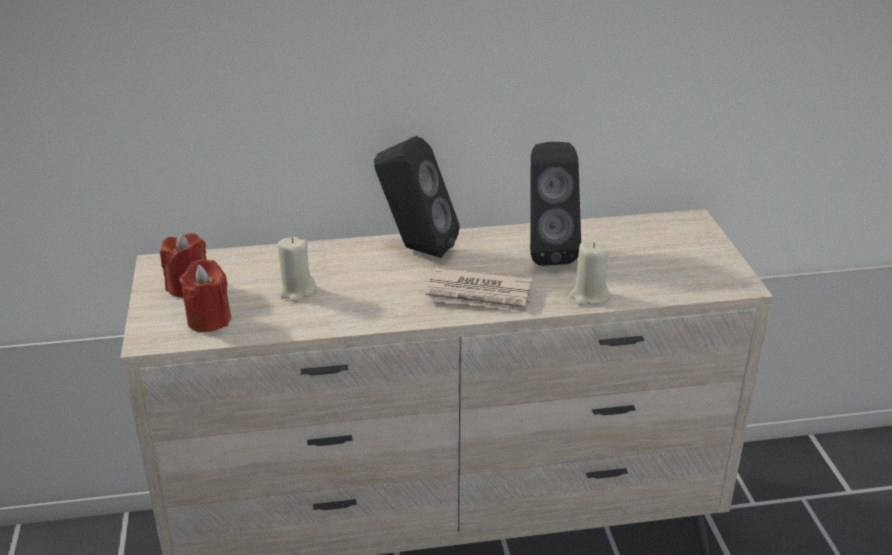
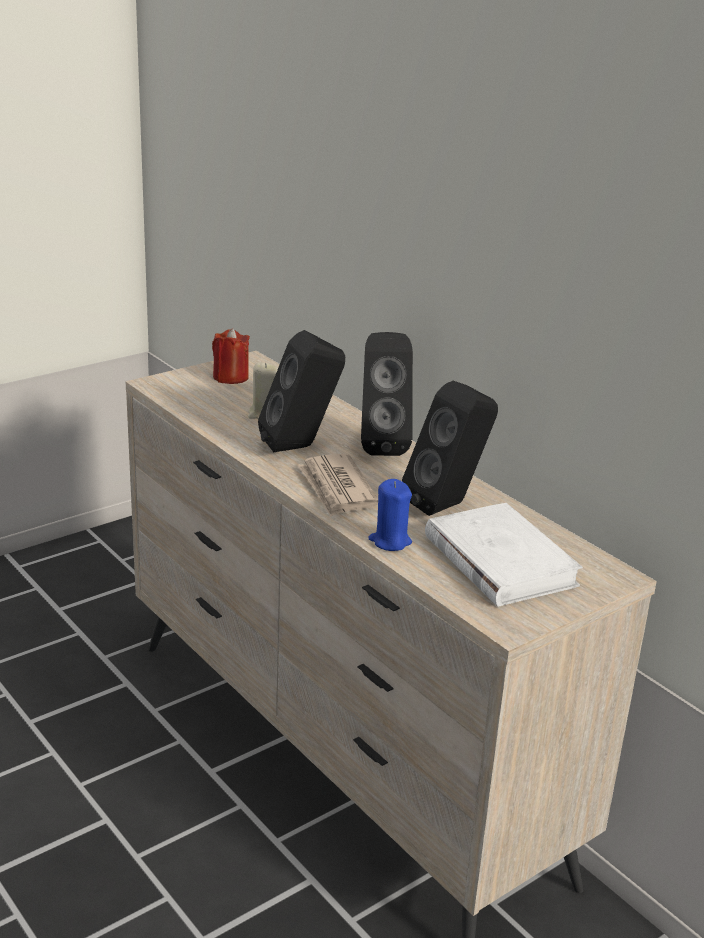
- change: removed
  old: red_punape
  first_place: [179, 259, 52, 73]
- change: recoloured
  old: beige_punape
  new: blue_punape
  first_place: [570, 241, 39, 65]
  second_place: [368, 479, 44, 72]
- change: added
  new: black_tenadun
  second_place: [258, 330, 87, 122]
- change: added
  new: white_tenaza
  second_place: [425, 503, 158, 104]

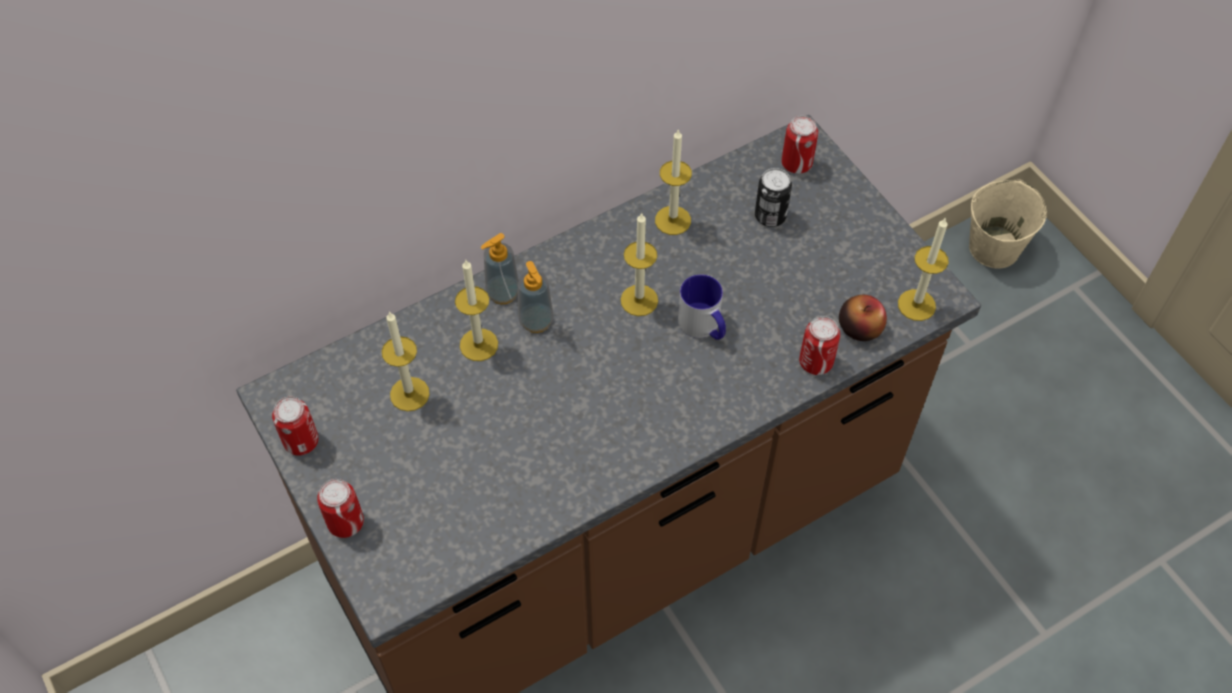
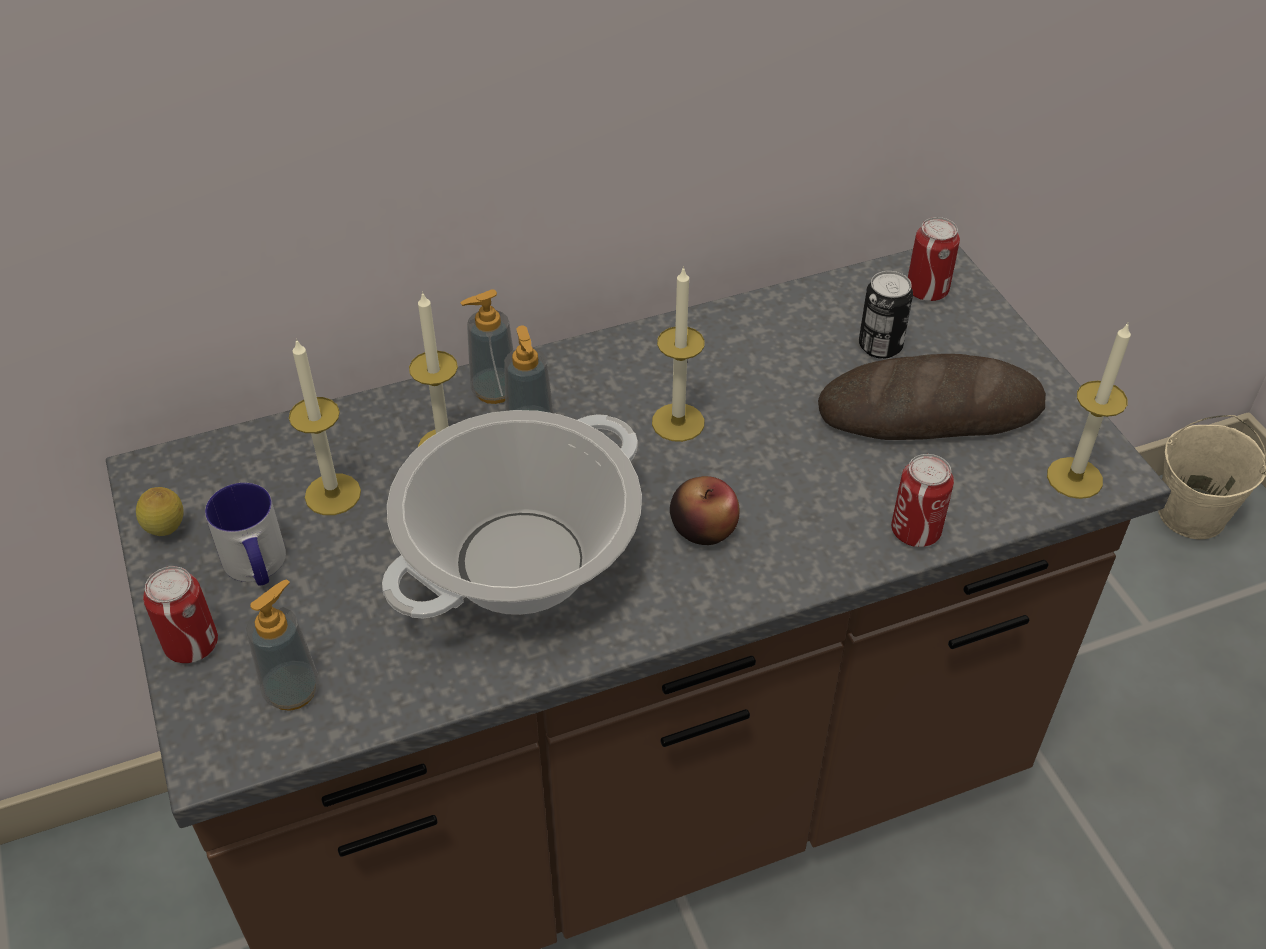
- change: replaced
  old: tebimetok
  new: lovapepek
  first_place: [272, 397, 47, 58]
  second_place: [136, 487, 48, 49]
- change: removed
  old: punape
  first_place: [655, 130, 37, 105]
- change: moved
  old: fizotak
  first_place: [678, 274, 48, 66]
  second_place: [205, 483, 81, 103]
- change: moved
  old: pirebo
  first_place: [839, 295, 48, 46]
  second_place: [670, 476, 70, 69]
- change: added
  new: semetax
  second_place: [246, 579, 74, 132]
- change: added
  new: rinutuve
  second_place: [382, 410, 260, 208]
- change: added
  new: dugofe
  second_place: [818, 354, 228, 86]

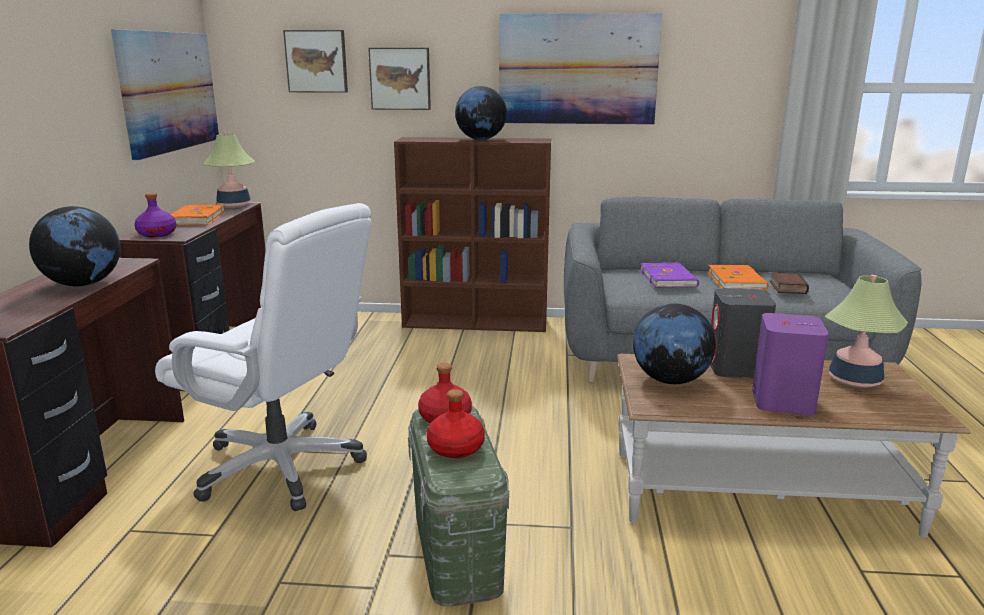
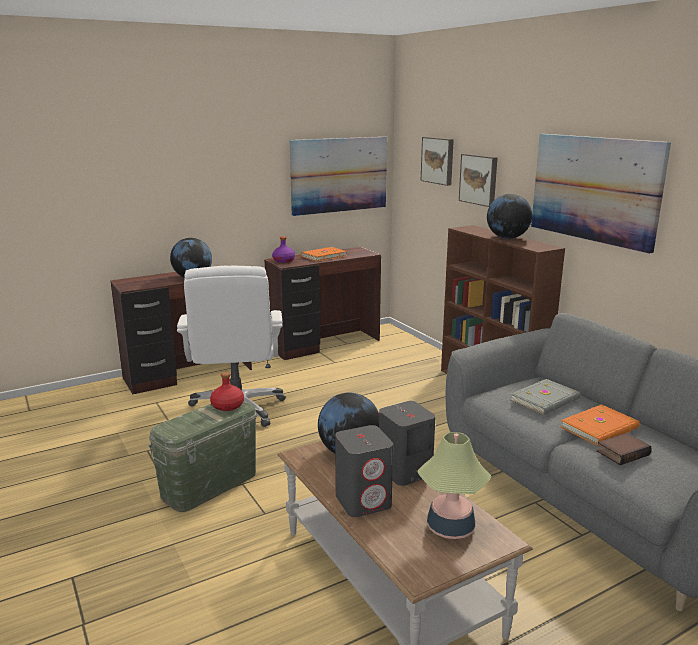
- change: removed
  old: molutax
  first_place: [203, 132, 52, 76]
- change: removed
  old: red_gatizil
  first_place: [427, 389, 58, 69]
- change: recoloured
  old: purple_tenaza
  new: grey_tenaza
  first_place: [640, 262, 59, 26]
  second_place: [510, 379, 71, 36]
- change: recoloured
  old: purple_tenadun
  new: grey_tenadun
  first_place: [752, 313, 77, 102]
  second_place: [335, 425, 58, 92]

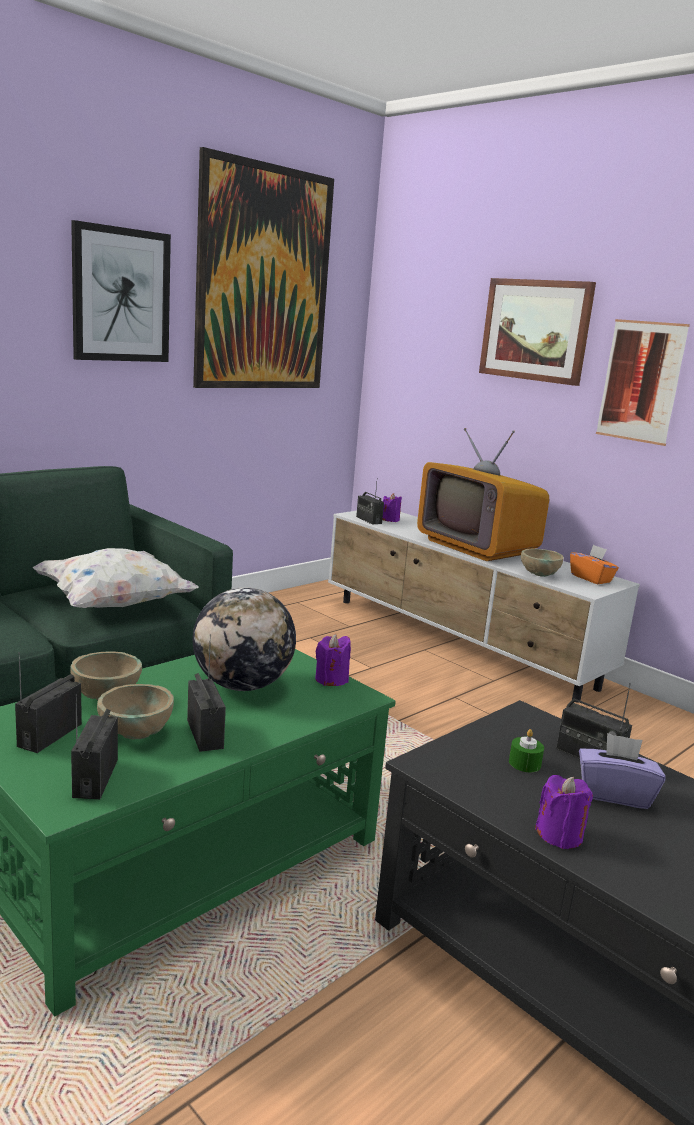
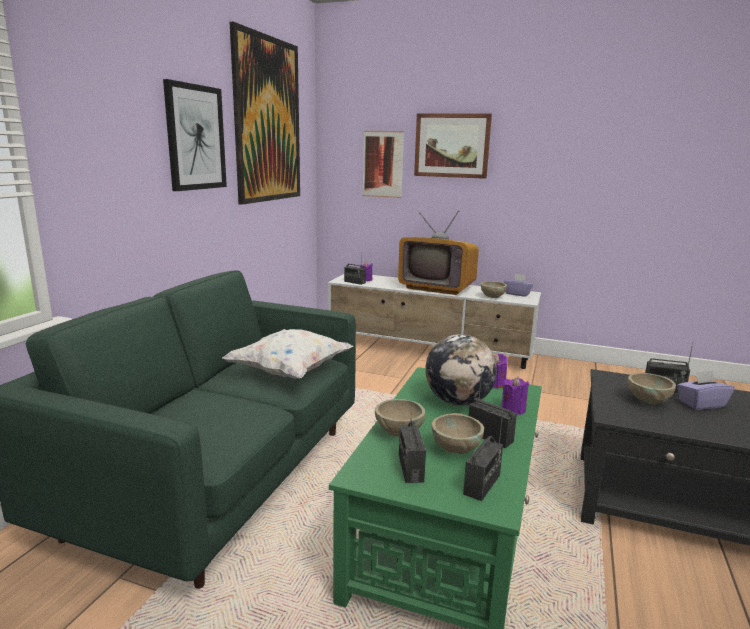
- change: turned
  old: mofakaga
  first_place: [71, 694, 47, 105]
  second_place: [463, 409, 40, 92]
  degrees: -120
- change: replaced
  old: green_punape
  new: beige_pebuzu
  first_place: [509, 729, 35, 43]
  second_place: [627, 373, 49, 31]
- change: moved
  old: purple_punape
  first_place: [535, 775, 58, 74]
  second_place: [501, 377, 28, 38]
- change: recoloured
  old: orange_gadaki
  new: purple_gadaki
  first_place: [570, 544, 49, 40]
  second_place: [504, 274, 29, 23]
- change: moved
  old: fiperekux
  first_place: [596, 319, 94, 127]
  second_place: [363, 131, 41, 67]

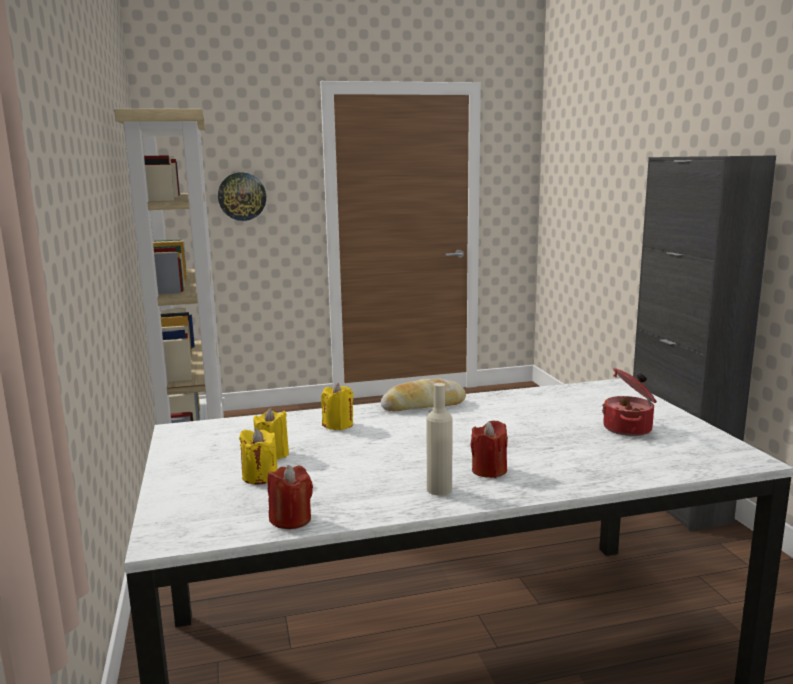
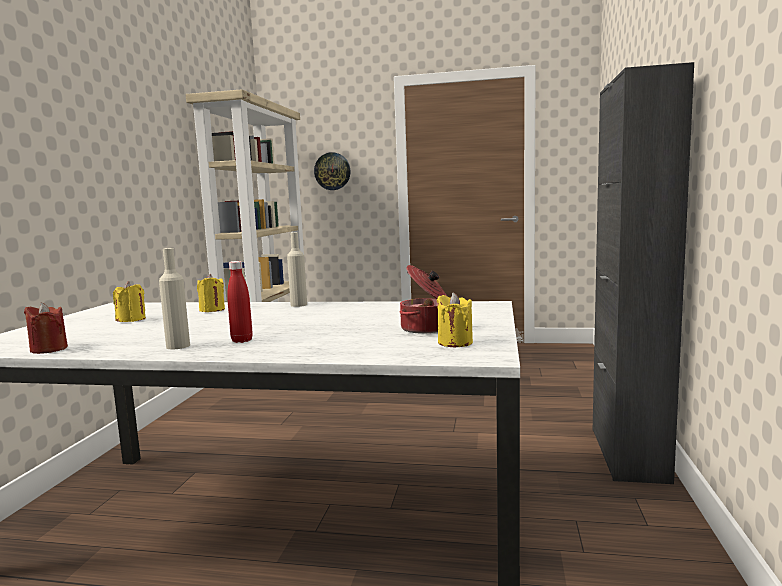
- change: moved
  old: yellow_punape
  first_place: [239, 428, 39, 57]
  second_place: [437, 293, 36, 54]
- change: replaced
  old: dugofe
  new: beige_gatizil
  first_place: [381, 379, 85, 32]
  second_place: [287, 232, 20, 75]
- change: replaced
  old: red_punape
  new: red_gatizil
  first_place: [470, 421, 38, 57]
  second_place: [227, 261, 26, 82]

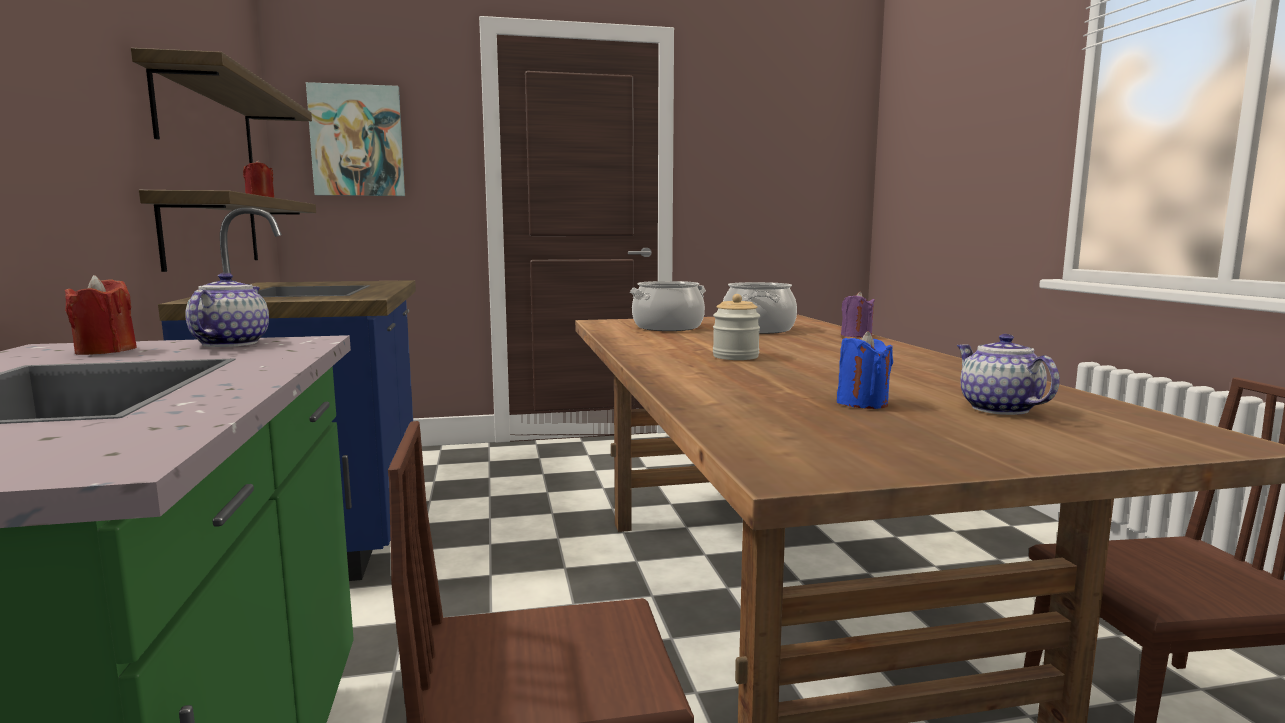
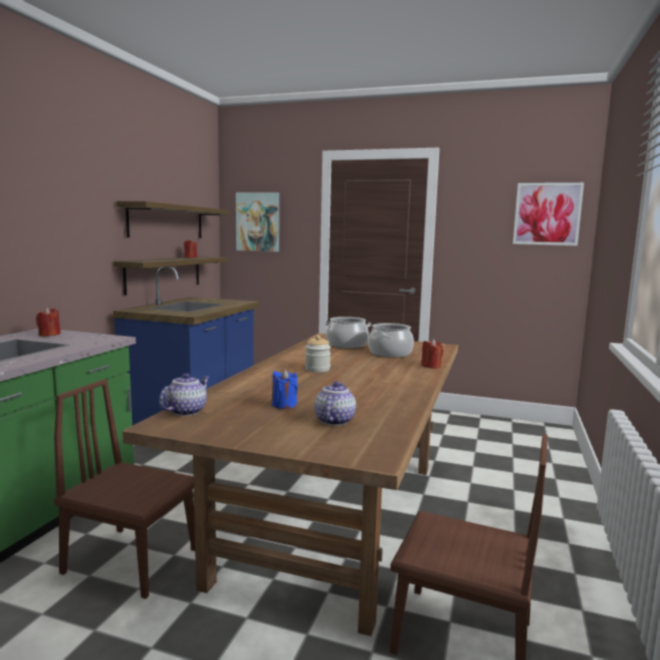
- change: moved
  old: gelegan
  first_place: [185, 273, 84, 74]
  second_place: [159, 373, 50, 43]
- change: recoloured
  old: purple_punape
  new: red_punape
  first_place: [841, 291, 34, 47]
  second_place: [421, 339, 22, 29]
- change: added
  new: fiperekux
  second_place: [513, 183, 71, 63]

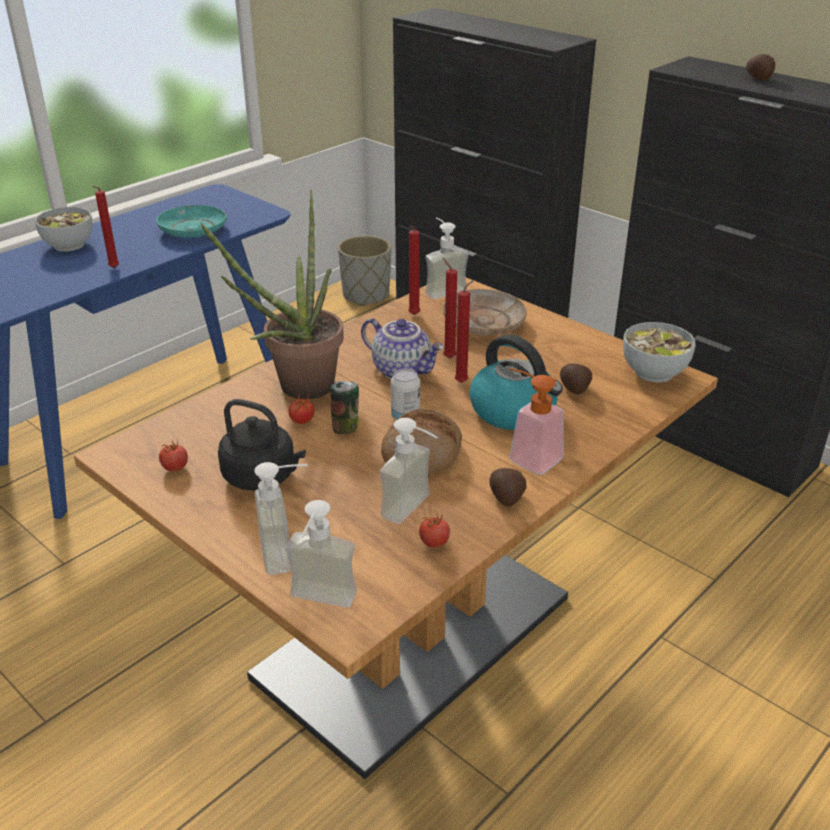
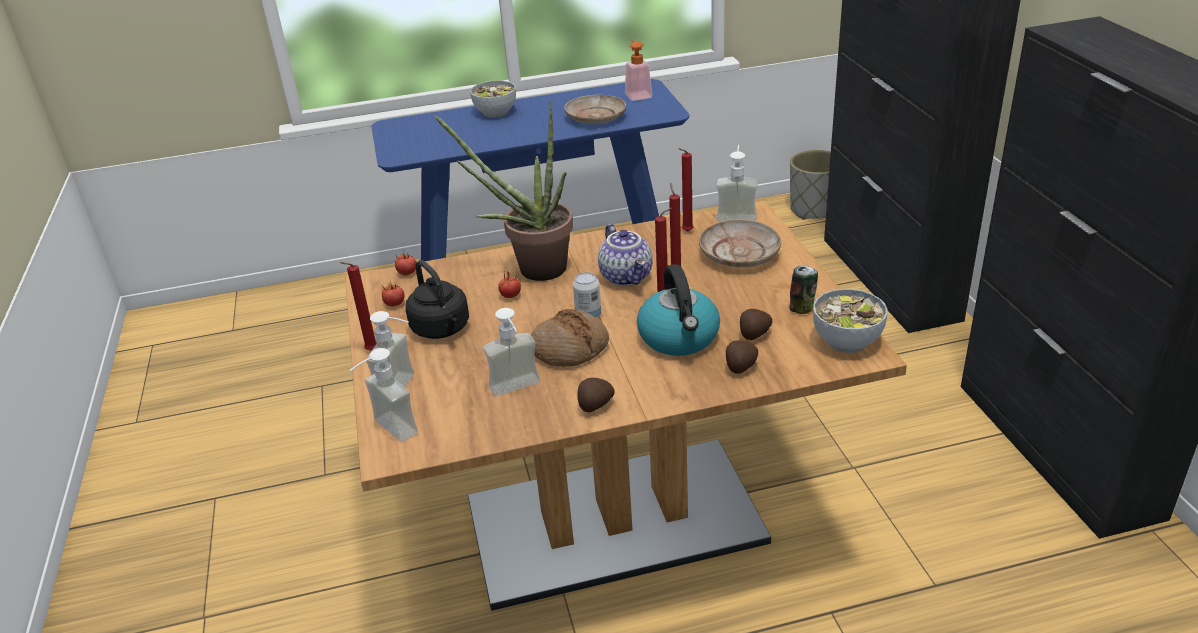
- change: moved
  old: red_punape
  first_place: [93, 186, 26, 82]
  second_place: [340, 262, 37, 89]
- change: recoloured
  old: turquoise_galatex
  new: beige_galatex
  first_place: [156, 205, 71, 33]
  second_place: [564, 95, 62, 29]
- change: moved
  old: tebimetok
  first_place: [331, 381, 28, 53]
  second_place: [790, 266, 28, 48]
- change: moved
  old: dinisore
  first_place: [419, 514, 31, 34]
  second_place: [395, 251, 21, 24]
- change: moved
  old: semetax
  first_place: [509, 368, 55, 107]
  second_place: [625, 39, 27, 62]
- change: moved
  old: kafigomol
  first_place: [746, 54, 30, 26]
  second_place: [726, 340, 32, 34]

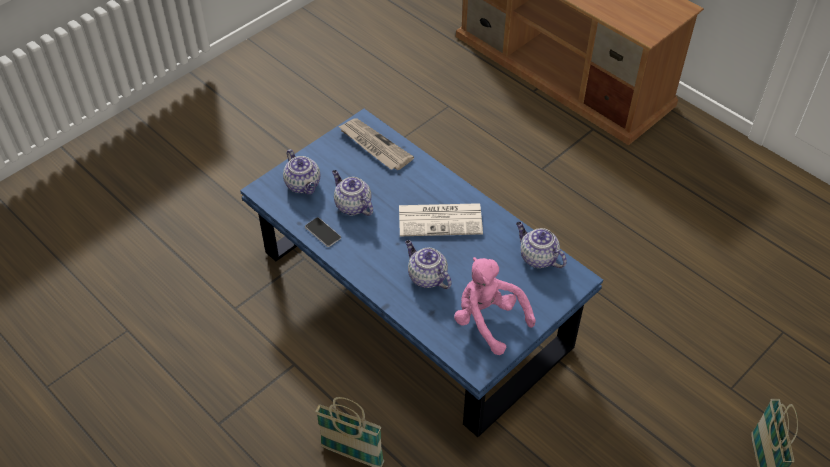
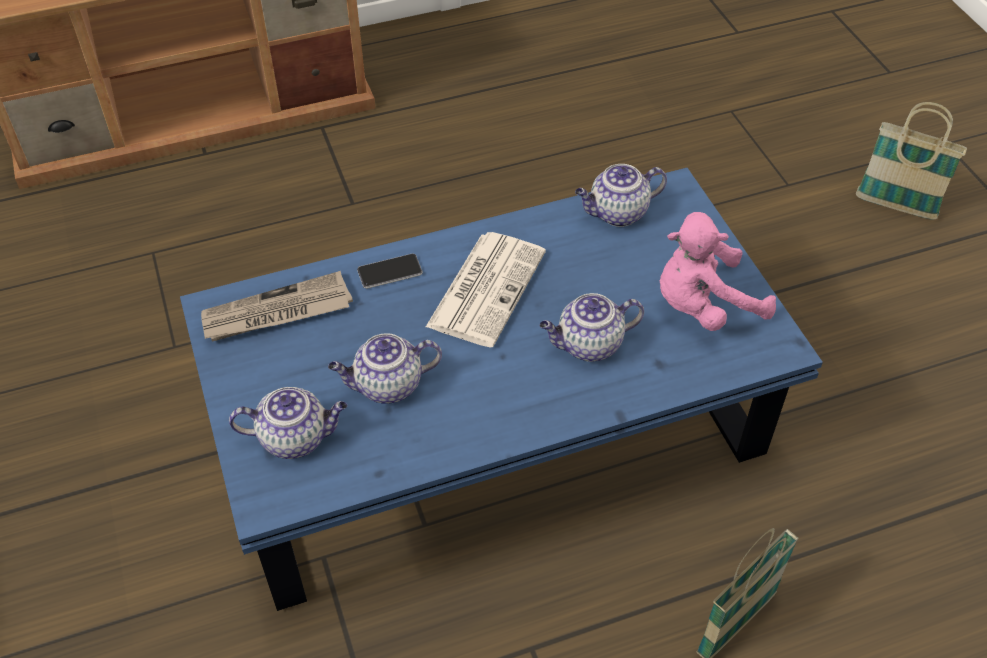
- change: moved
  old: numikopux
  first_place: [305, 217, 36, 30]
  second_place: [357, 254, 66, 35]

